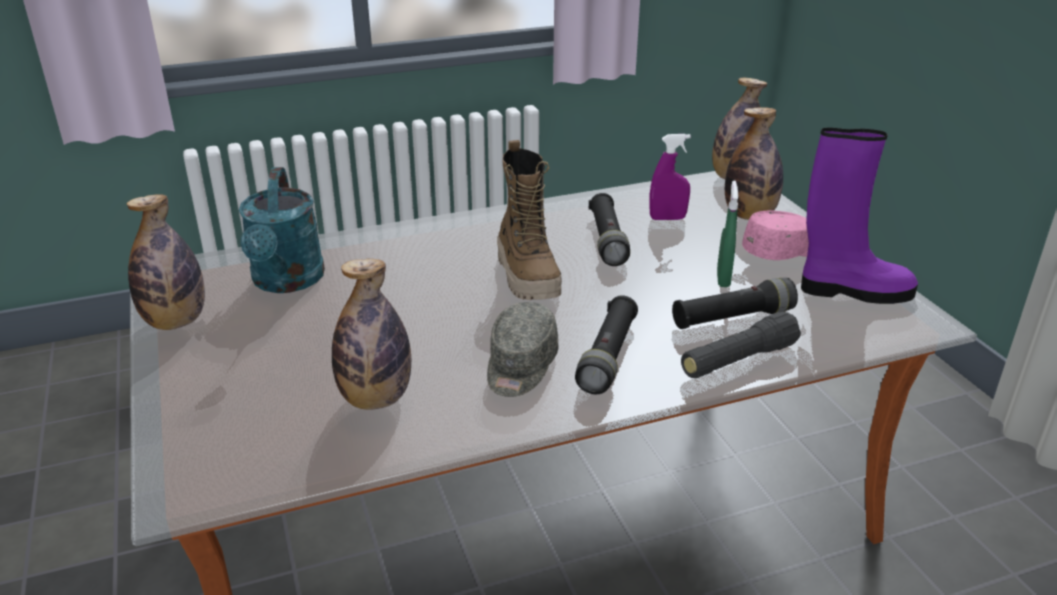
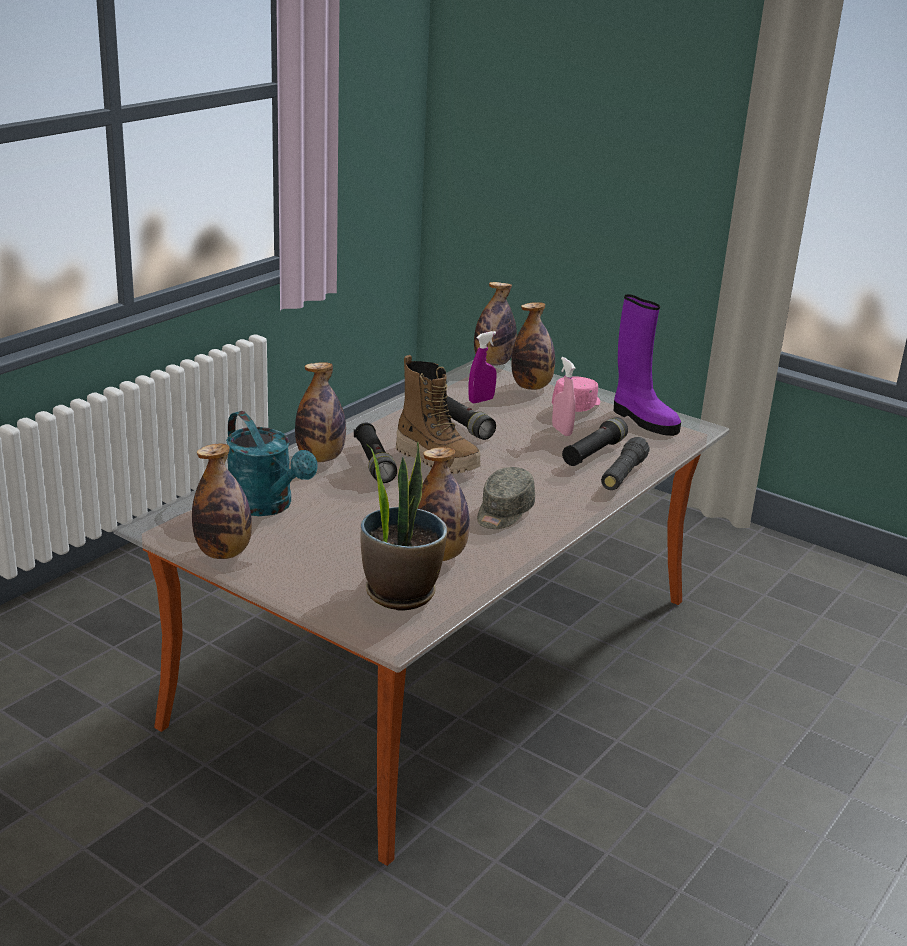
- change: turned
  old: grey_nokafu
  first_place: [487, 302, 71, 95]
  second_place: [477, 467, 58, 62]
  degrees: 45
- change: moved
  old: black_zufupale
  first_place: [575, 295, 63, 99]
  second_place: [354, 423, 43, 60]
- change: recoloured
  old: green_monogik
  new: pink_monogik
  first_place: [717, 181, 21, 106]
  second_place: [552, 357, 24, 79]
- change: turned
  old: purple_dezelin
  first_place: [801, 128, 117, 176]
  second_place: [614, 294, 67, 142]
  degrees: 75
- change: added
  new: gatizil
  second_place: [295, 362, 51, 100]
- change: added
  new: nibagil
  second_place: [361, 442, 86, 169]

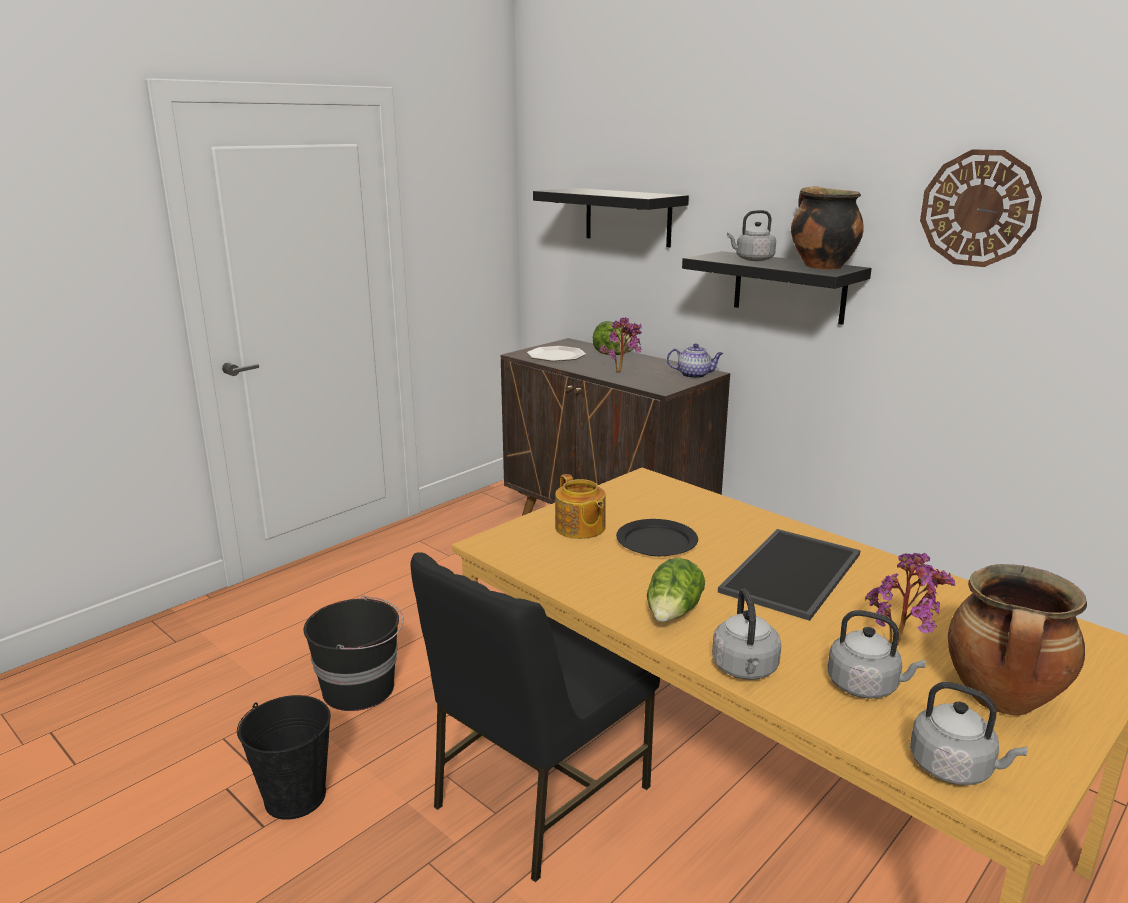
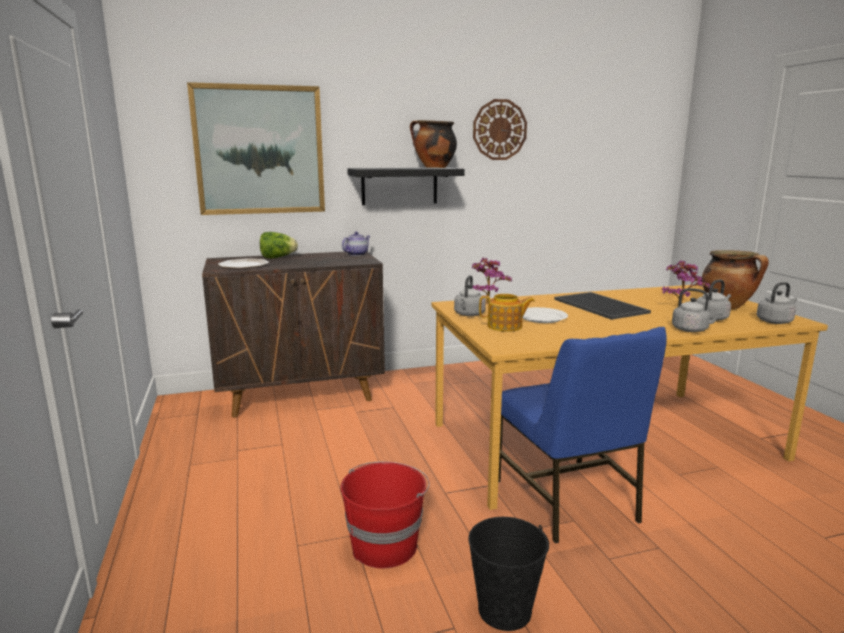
- change: recoloured
  old: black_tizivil
  new: red_tizivil
  first_place: [304, 596, 100, 115]
  second_place: [340, 461, 90, 107]
- change: recoloured
  old: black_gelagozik
  new: blue_gelagozik
  first_place: [411, 552, 249, 330]
  second_place: [498, 327, 169, 216]
- change: replaced
  old: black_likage
  new: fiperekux
  first_place: [533, 188, 156, 60]
  second_place: [187, 82, 138, 133]
- change: moved
  old: nibagil
  first_place: [599, 317, 43, 55]
  second_place: [472, 258, 40, 46]
- change: recoloured
  old: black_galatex
  new: white_galatex
  first_place: [616, 519, 82, 37]
  second_place: [522, 307, 46, 16]
- change: removed
  old: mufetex
  first_place: [647, 558, 58, 64]
- change: moved
  old: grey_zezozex
  first_place: [727, 210, 49, 51]
  second_place: [454, 275, 32, 41]

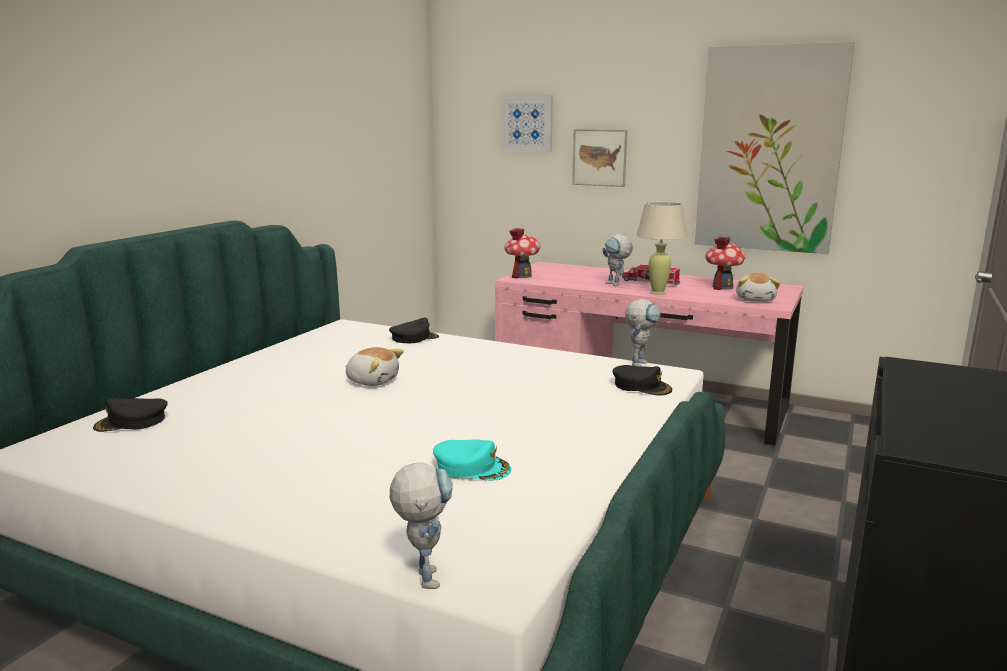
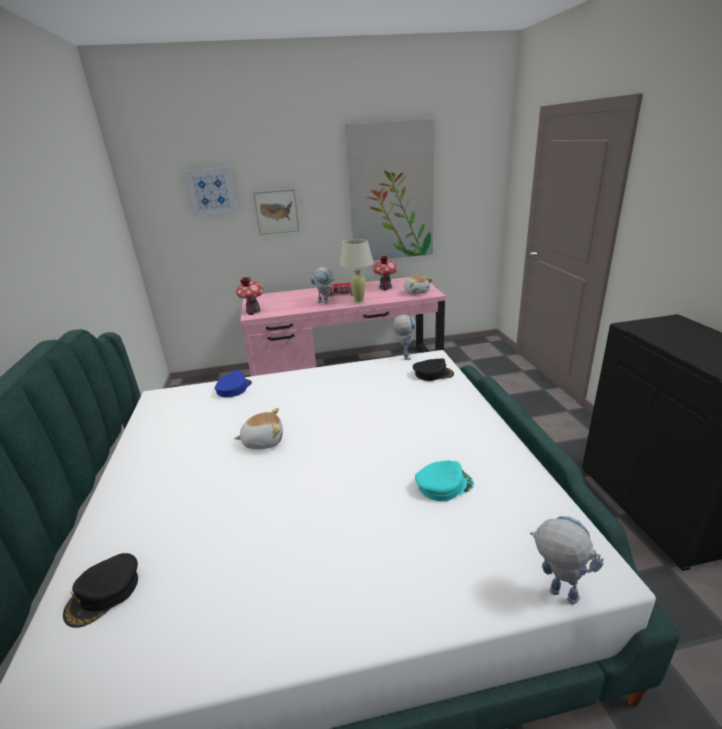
- change: recoloured
  old: black_nokafu
  new: blue_nokafu
  first_place: [389, 318, 50, 25]
  second_place: [215, 370, 37, 27]

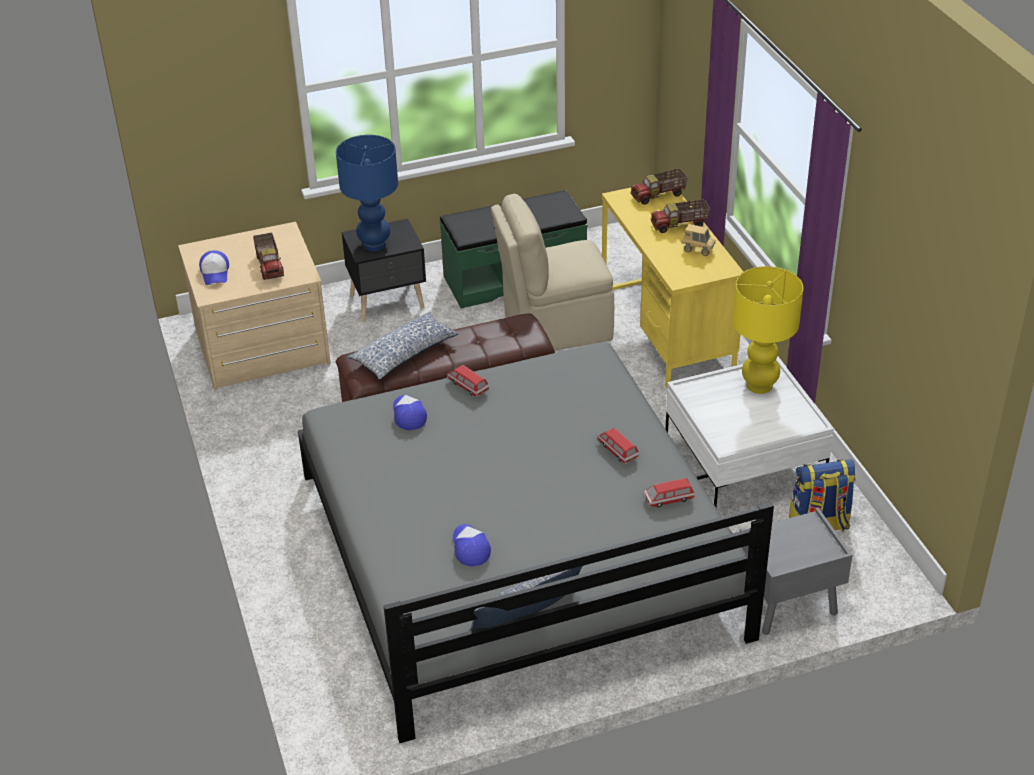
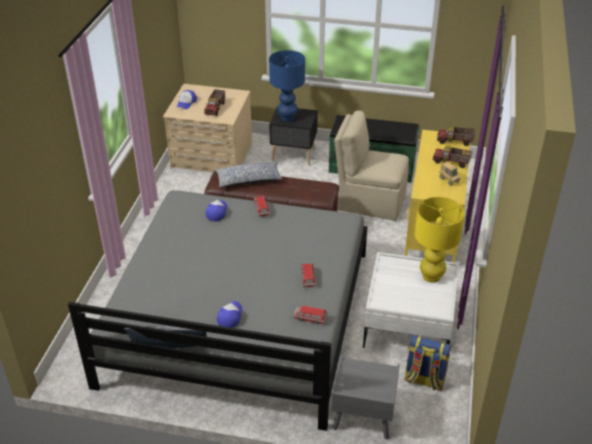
- change: moved
  old: nokafu
  first_place: [453, 524, 38, 42]
  second_place: [217, 301, 25, 27]

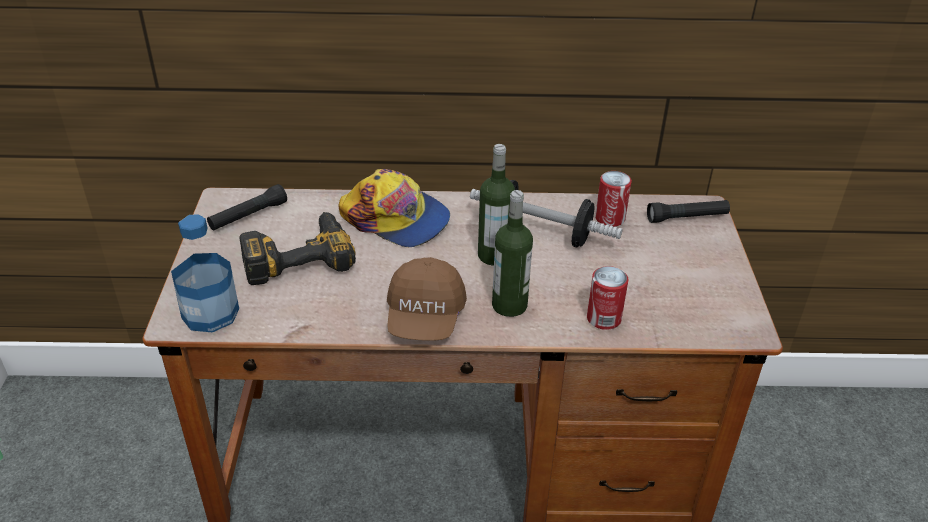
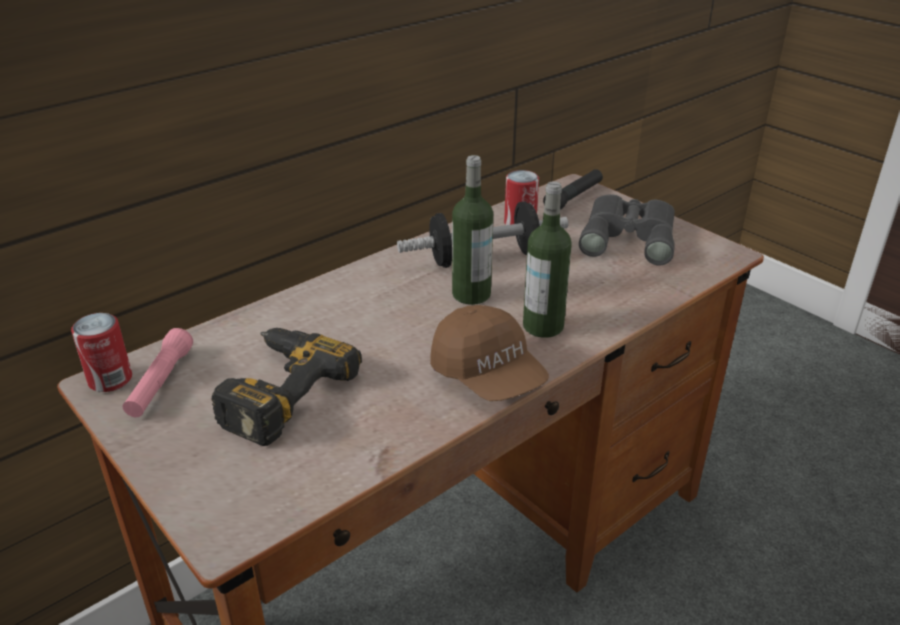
- change: removed
  old: gatizil
  first_place: [171, 214, 68, 118]
- change: recoloured
  old: black_zufupale
  new: pink_zufupale
  first_place: [207, 184, 80, 47]
  second_place: [123, 328, 70, 89]
- change: removed
  old: nokafu
  first_place: [338, 169, 112, 78]
- change: moved
  old: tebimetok
  first_place: [587, 266, 41, 64]
  second_place: [71, 313, 61, 79]
- change: added
  new: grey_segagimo
  second_place: [579, 194, 96, 72]

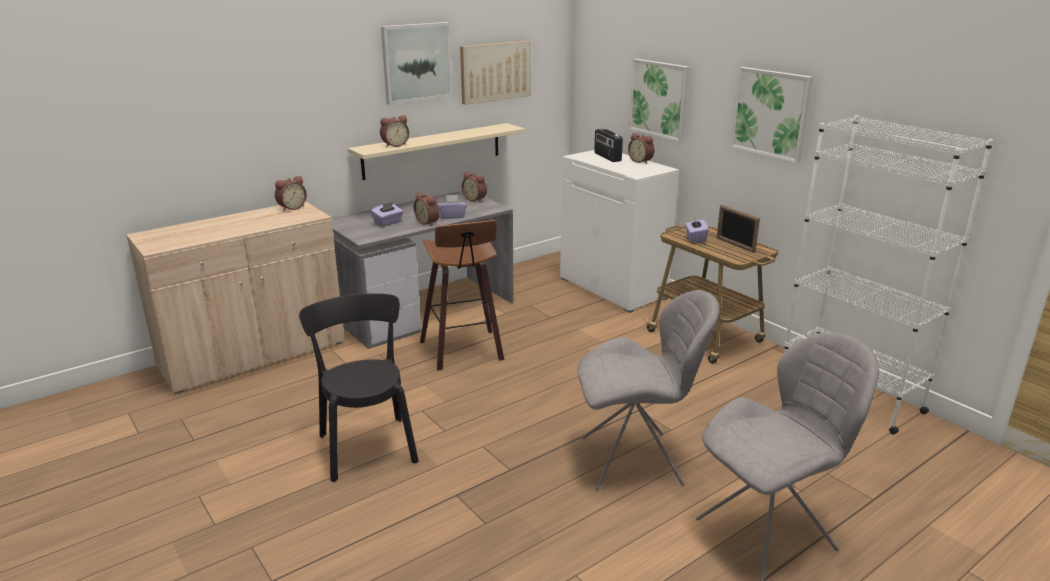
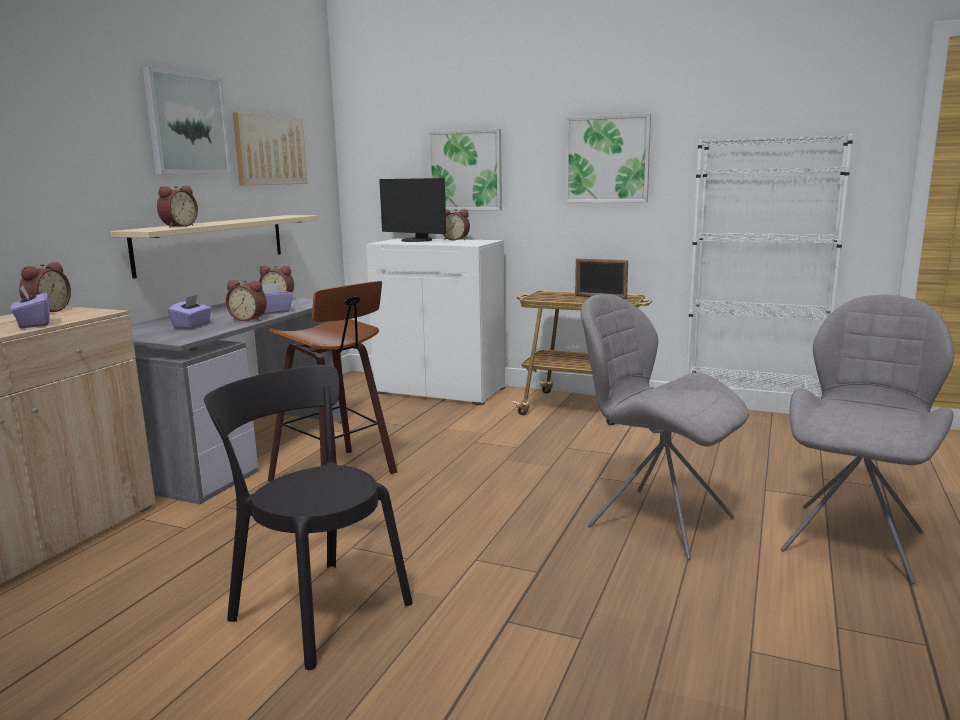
- change: turned
  old: grey_gelagozik
  first_place: [578, 290, 142, 201]
  second_place: [581, 294, 168, 266]
  degrees: -105
- change: replaced
  old: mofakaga
  new: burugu
  first_place: [594, 129, 29, 33]
  second_place: [379, 178, 67, 64]
- change: moved
  old: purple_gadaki
  first_place: [685, 217, 24, 26]
  second_place: [10, 285, 40, 43]

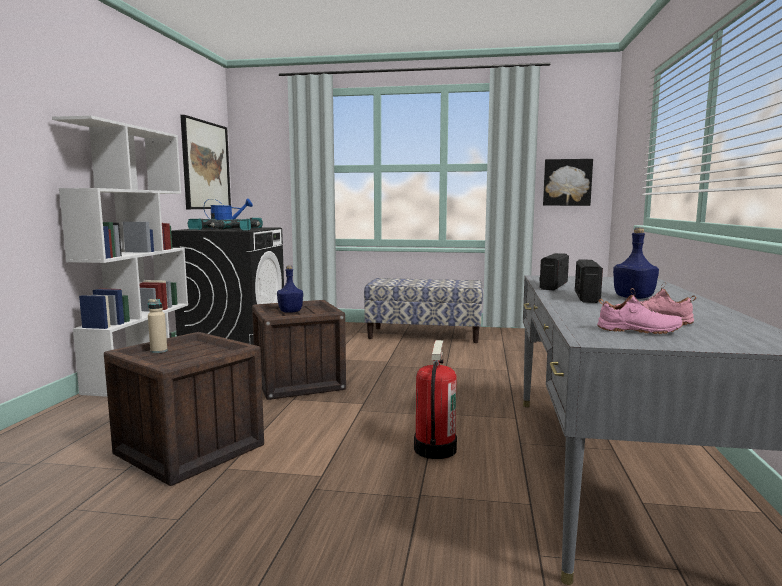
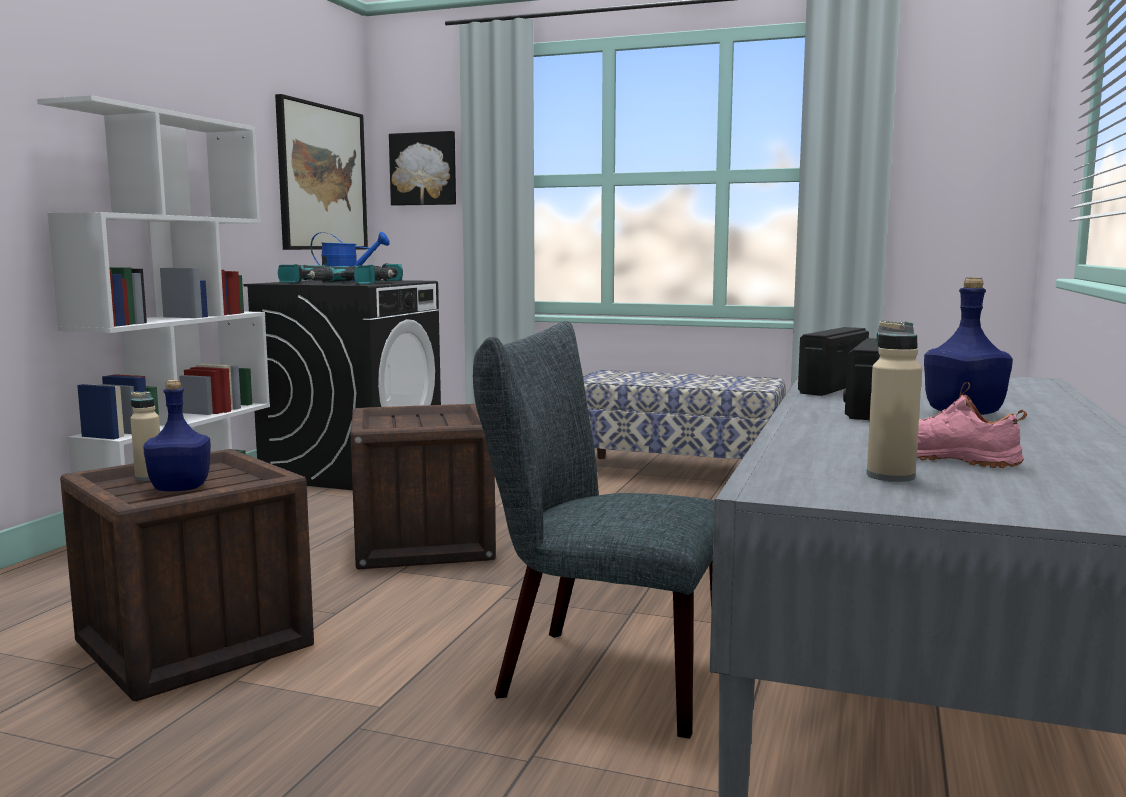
- change: moved
  old: blue_gatizil
  first_place: [277, 265, 26, 48]
  second_place: [144, 380, 67, 111]
- change: replaced
  old: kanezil
  new: grey_gelagozik
  first_place: [414, 340, 43, 119]
  second_place: [473, 321, 241, 418]
- change: moved
  old: fiperekux
  first_place: [543, 159, 50, 47]
  second_place: [389, 131, 67, 75]
- change: replaced
  old: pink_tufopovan
  new: beige_gatizil
  first_place: [597, 288, 86, 46]
  second_place: [866, 321, 56, 161]

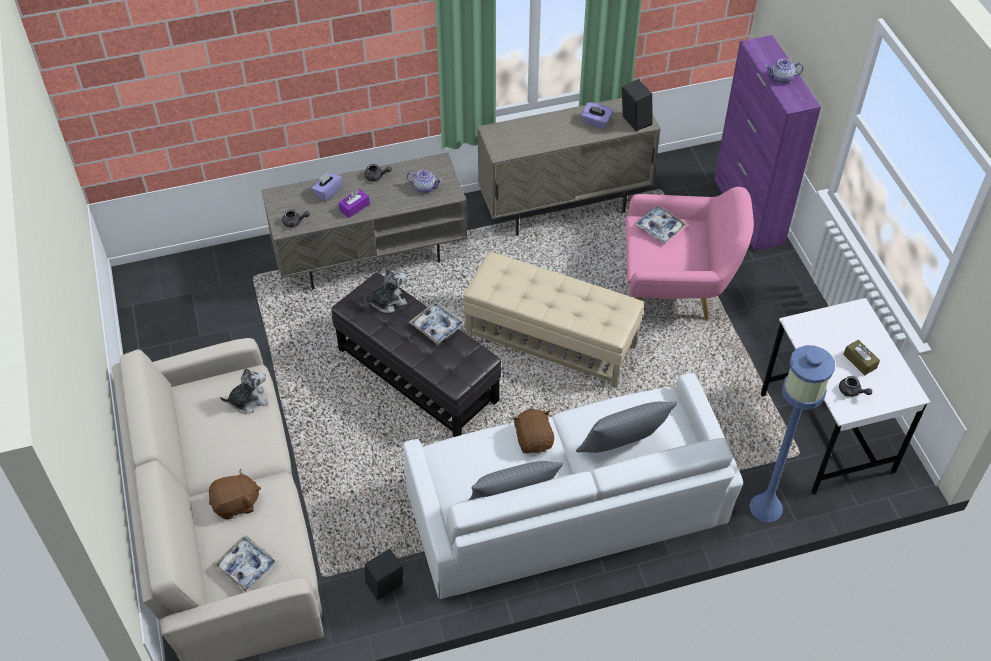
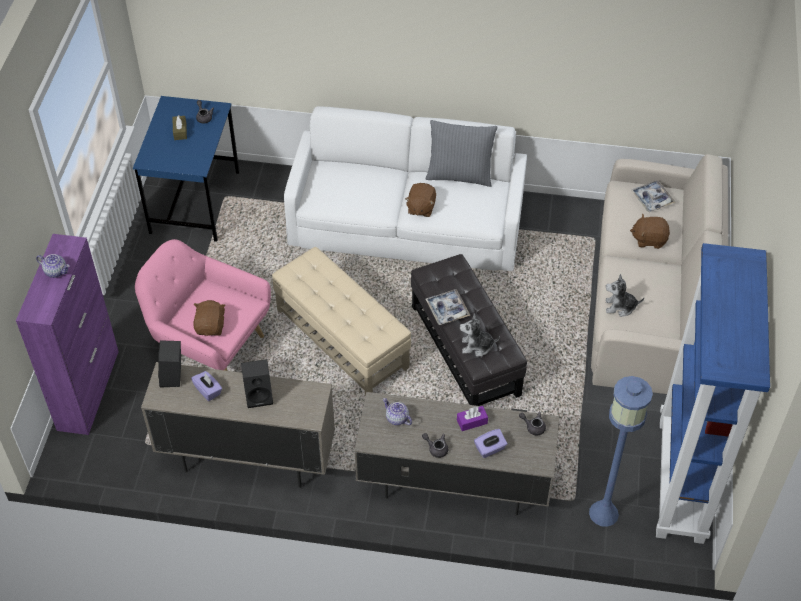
- change: moved
  old: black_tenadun
  first_place: [365, 549, 38, 52]
  second_place: [241, 359, 32, 49]
- change: removed
  old: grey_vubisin
  first_place: [576, 401, 102, 52]
- change: replaced
  old: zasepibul
  new: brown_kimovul
  first_place: [634, 205, 54, 38]
  second_place: [193, 300, 32, 36]
- change: moved
  old: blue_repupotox
  first_place: [749, 345, 86, 177]
  second_place: [589, 376, 64, 151]
- change: recoloured
  old: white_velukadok
  new: blue_velukadok
  first_place: [761, 298, 170, 196]
  second_place: [133, 96, 106, 146]
- change: added
  new: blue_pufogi
  second_place: [656, 243, 114, 301]

